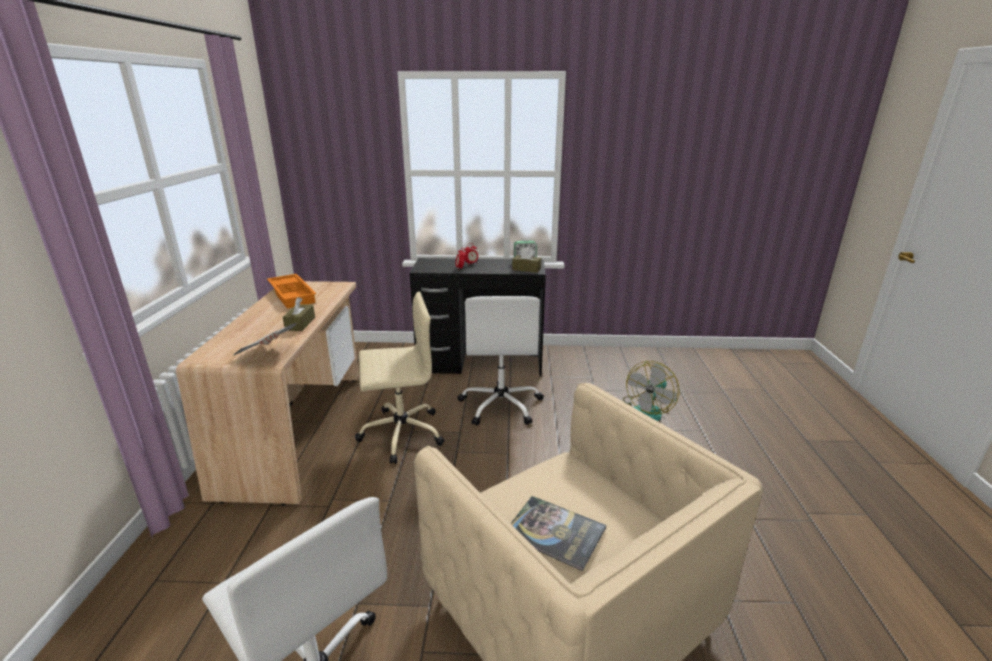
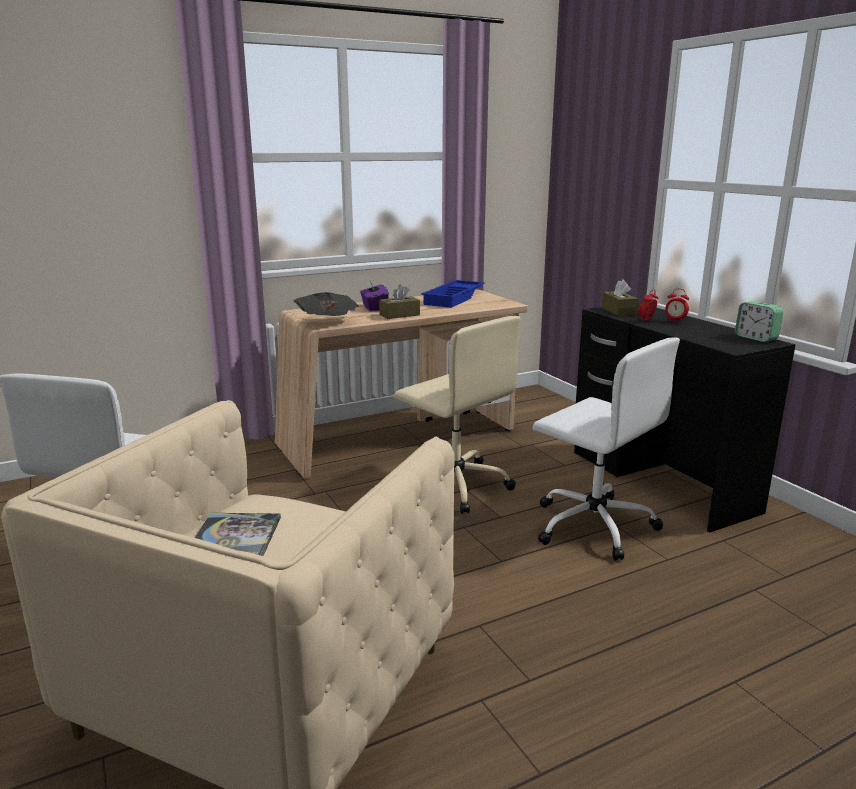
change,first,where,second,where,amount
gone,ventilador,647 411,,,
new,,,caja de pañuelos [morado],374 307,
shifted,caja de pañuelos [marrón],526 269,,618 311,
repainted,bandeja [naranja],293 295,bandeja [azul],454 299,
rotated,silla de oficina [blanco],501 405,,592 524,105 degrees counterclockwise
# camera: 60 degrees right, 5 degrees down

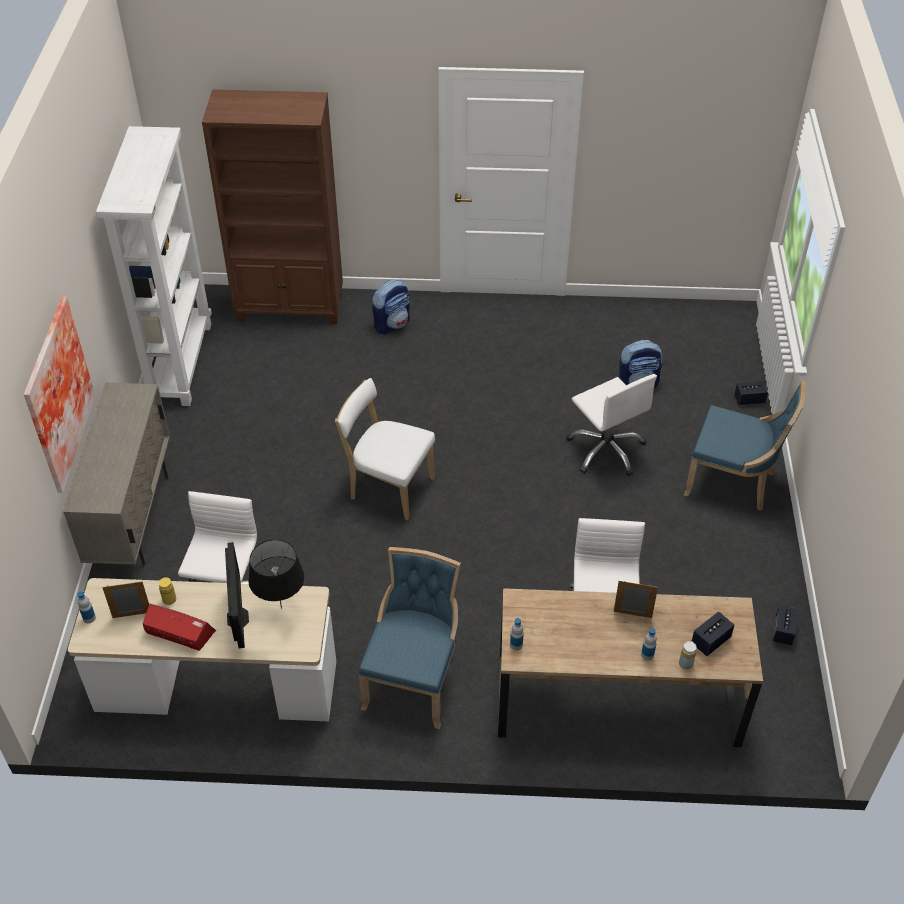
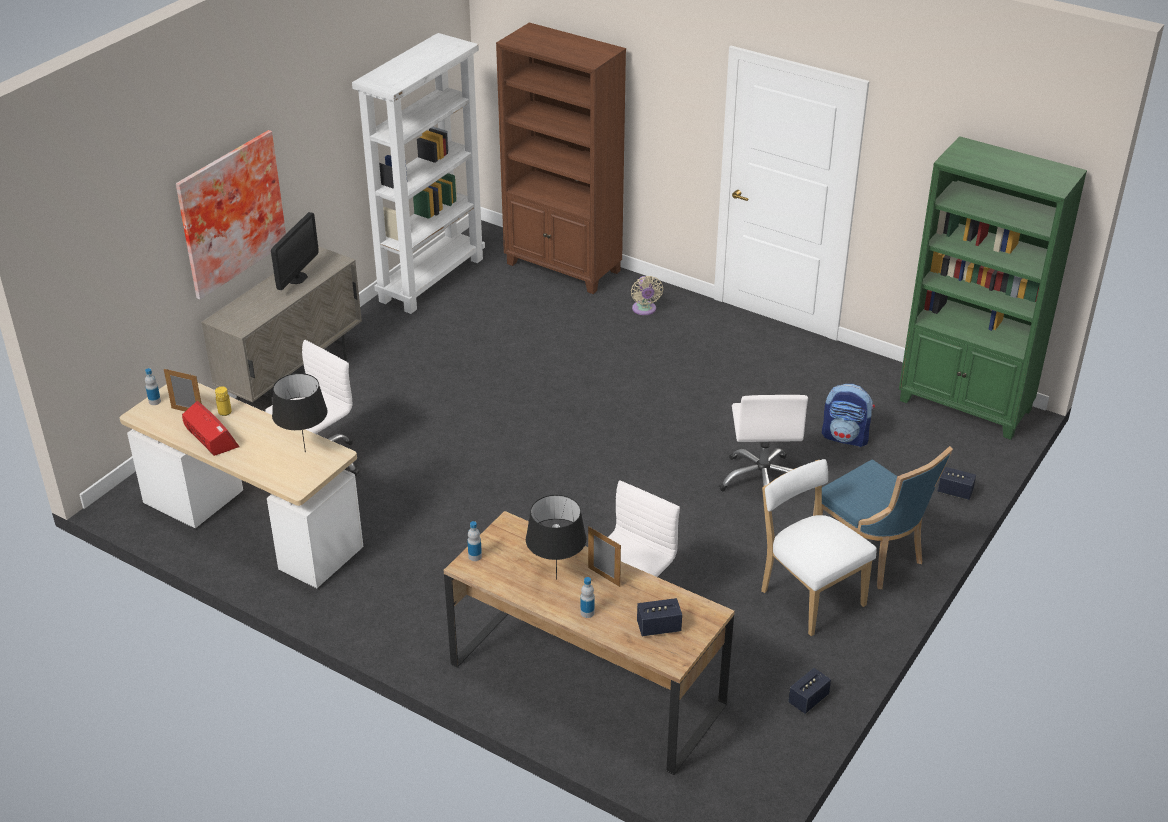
change,first,where,second,where,amount
gone,silla [azul],414 679,,,
gone,botella [amarillo],685 663,,,
new,,,lámpara de mesa [negro],556 579,
new,,,estantería [verde],965 406,
shifted,monitor,237 618,,297 278,
shifted,silla [blanco],388 487,,809 595,
swapped,mochila,392 324,ventilador [beis],644 310,
# camera: 30 degrees right, 10 degrees down

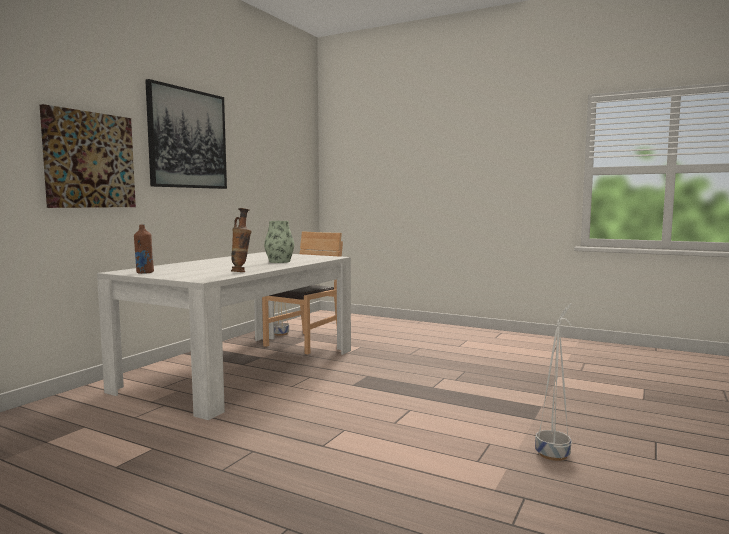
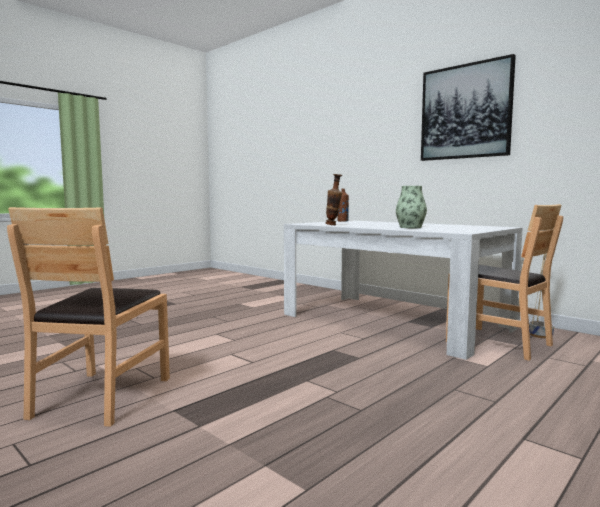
change,first,where,second,where,amount
gone,cuadro,89 160,,,
swapped,maceta [blanco],553 454,silla [marrón],102 396,
# camera: 105 degrees right, 0 degrees up

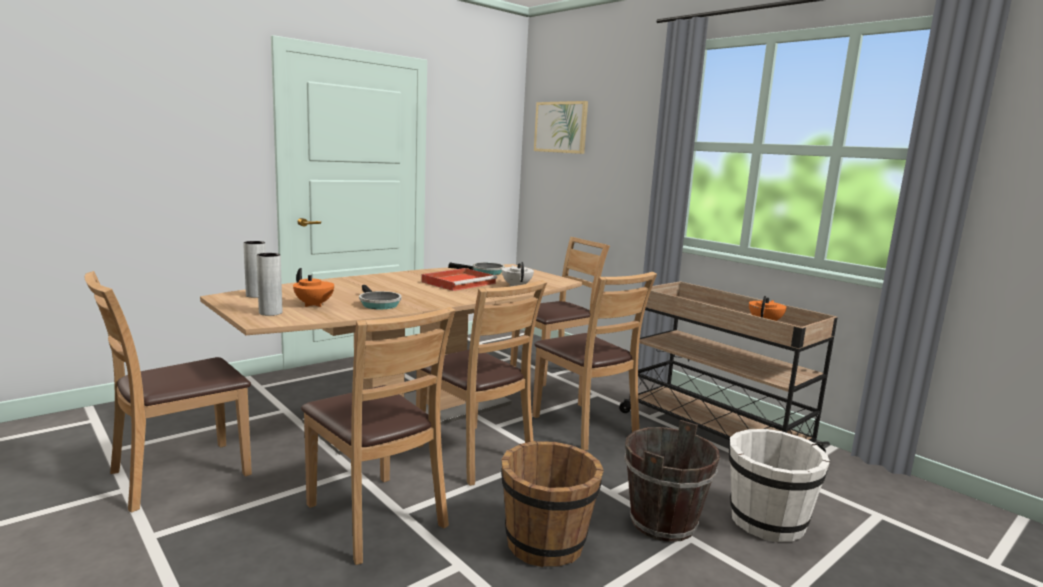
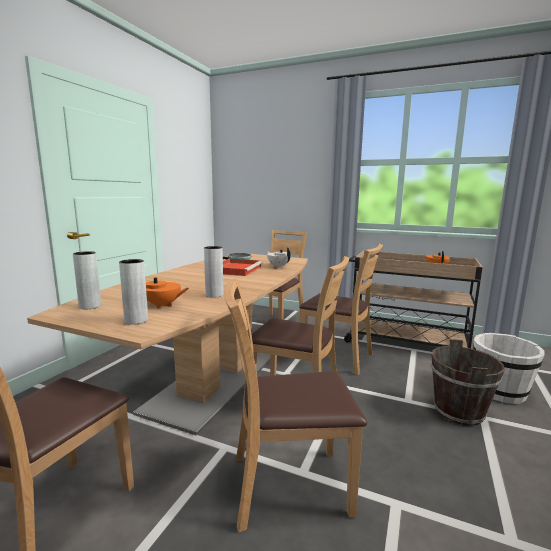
change,first,where,second,where,amount
gone,cubo [marrón],546 543,,,
gone,cuadro,561 127,,,
swapped,sartén,378 304,florero [gris],214 295,
rotated,silla [marrón],375 517,,288 485,150 degrees clockwise
# camera: 25 degrees left, 0 degrees up

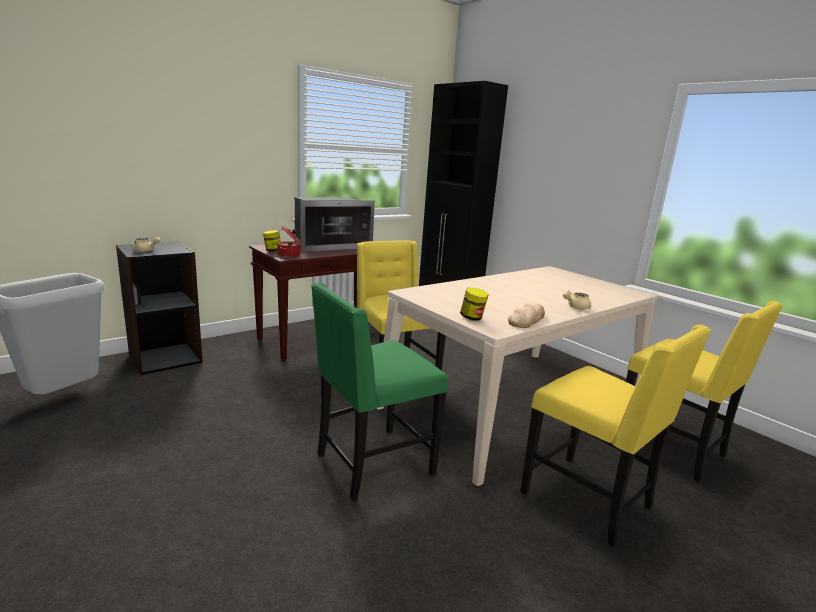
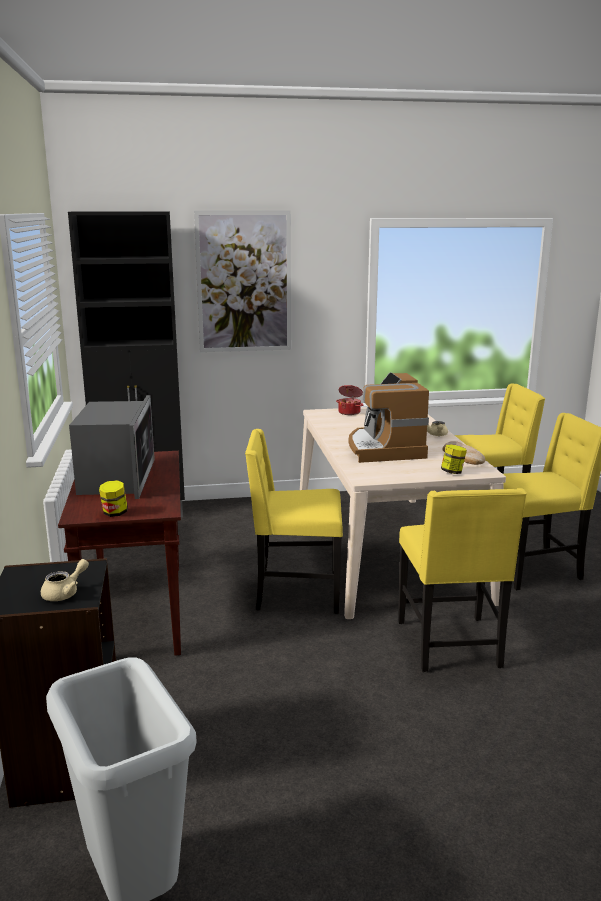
change,first,where,second,where,amount
new,,,cuadro,244 282,
new,,,cafetera,384 449,
shifted,olla,290 255,,349 412,
repainted,silla [verde],372 464,silla [amarillo],451 645,
# camera: 60 degrees left, 0 degrees up

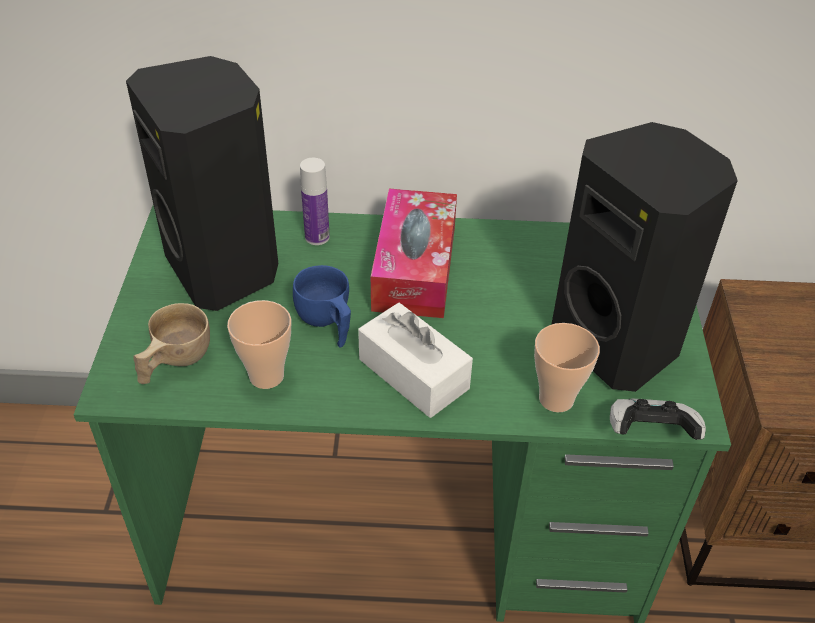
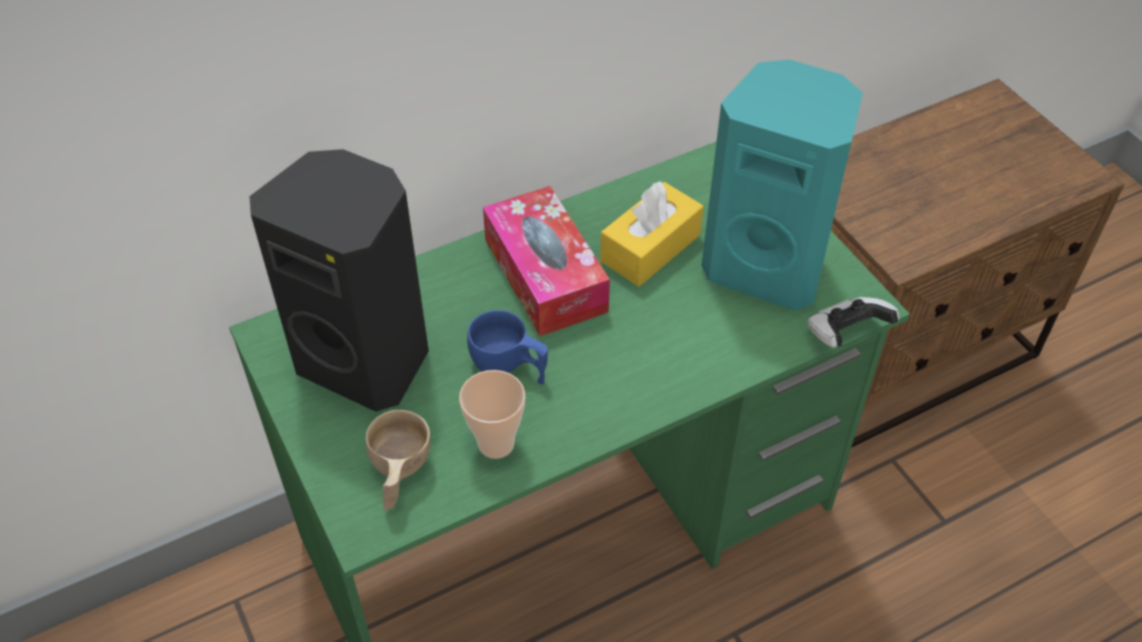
change,first,where,second,where,amount
gone,botella,317 237,,,
gone,caja de pañuelos [blanco],413 374,,,
gone,taza,556 399,,,
new,,,caja de pañuelos [amarillo],650 248,
repainted,altavoz [negro],618 342,altavoz [turquesa],767 266,
# camera: 30 degrees left, 5 degrees up

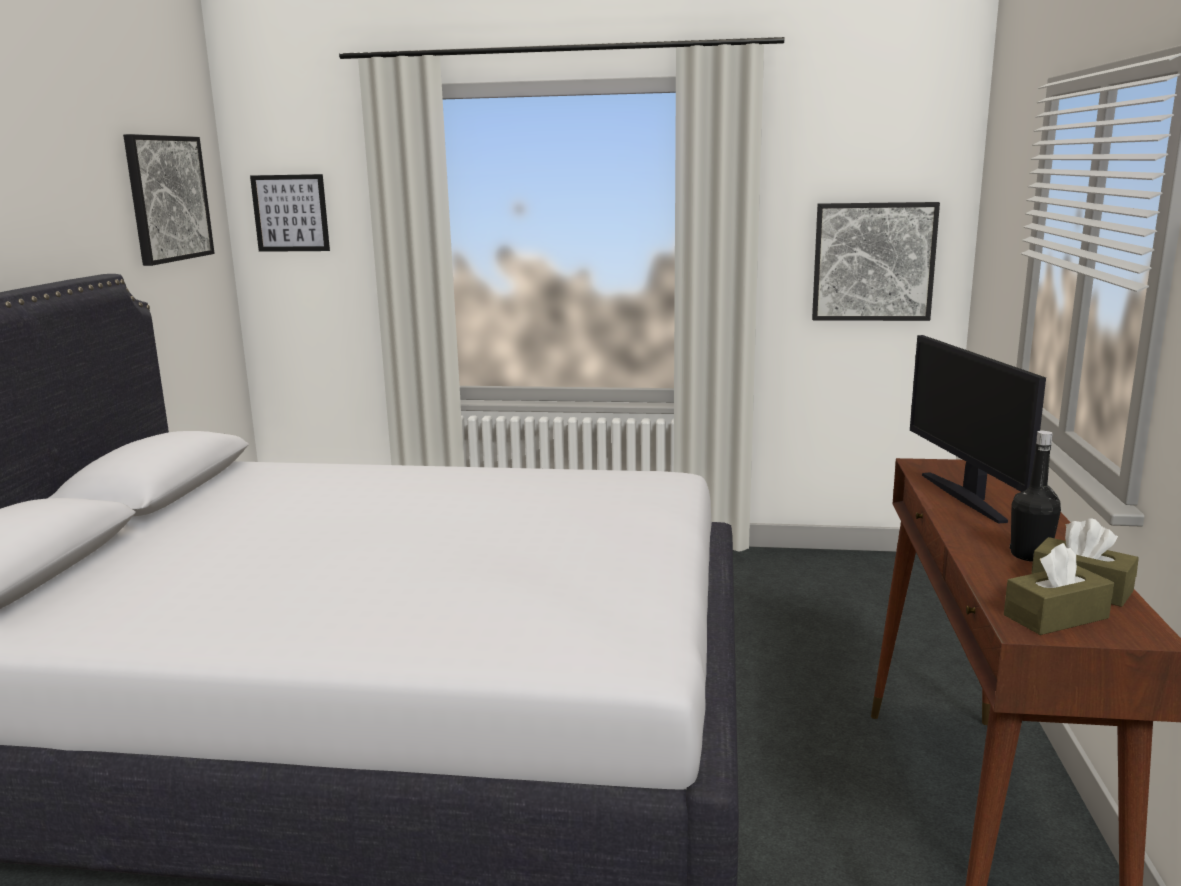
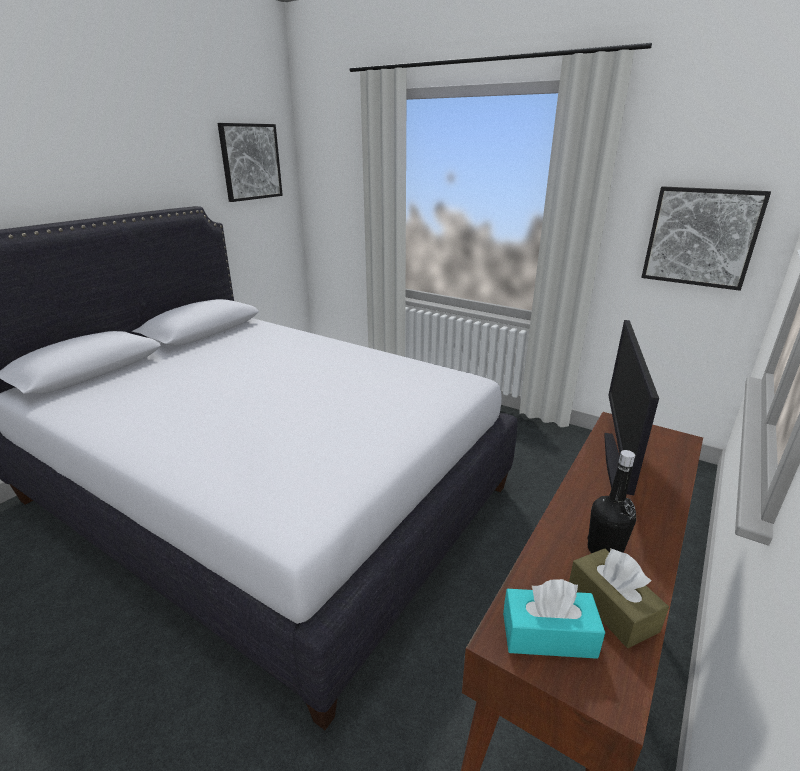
change,first,where,second,where,amount
gone,cuadro,290 213,,,
repainted,caja de pañuelos [marrón],1055 616,caja de pañuelos [turquesa],548 635,
# camera: 25 degrees right, 10 degrees up

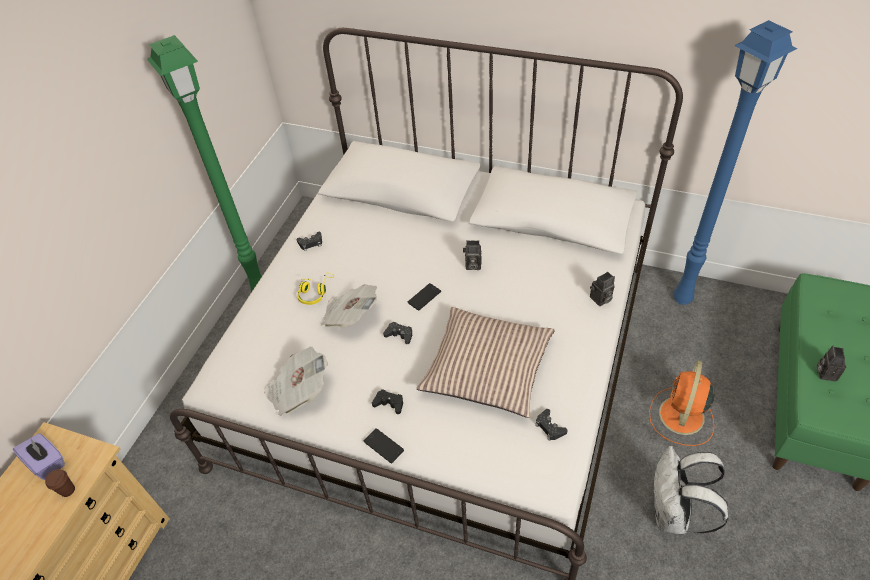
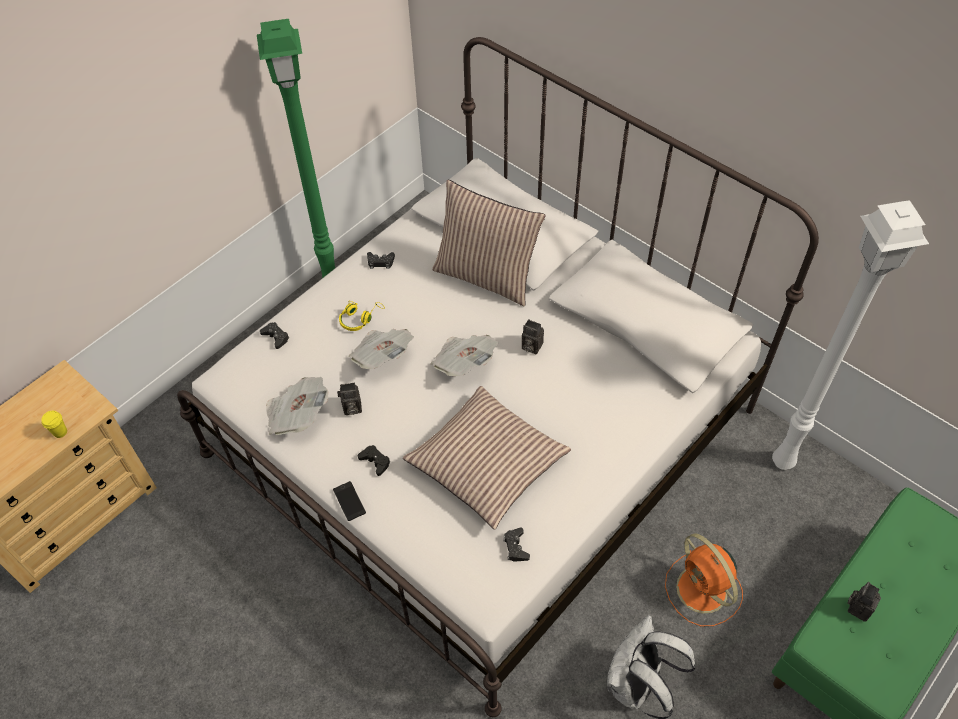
change,first,where,second,where,amount
gone,caja de pañuelos [morado],47 462,,,
new,,,cojín,486 276,
shifted,mando de consola [negro],399 335,,276 337,
shifted,cámara,600 299,,351 408,
swapped,móvil,424 297,periódico,464 363,
repainted,taza [marrón],68 490,taza [amarillo],60 432,
repainted,lámpara de pie [azul],684 299,lámpara de pie [blanco],785 462,
rotated,ventilador [naranja],681 417,,703 591,75 degrees counterclockwise
# camera: 20 degrees right, 5 degrees up

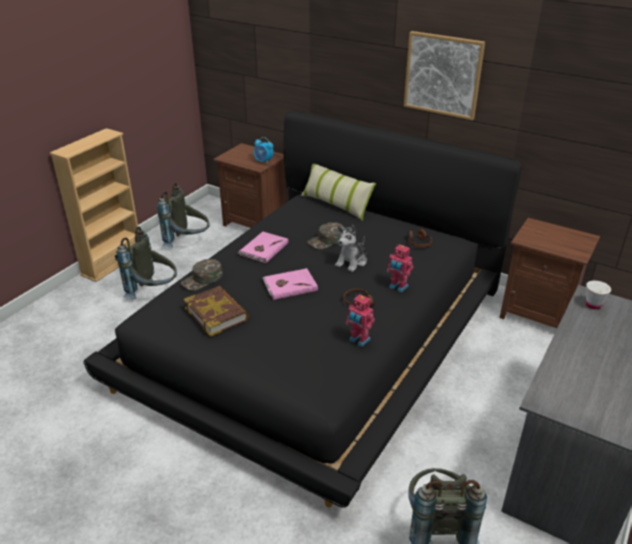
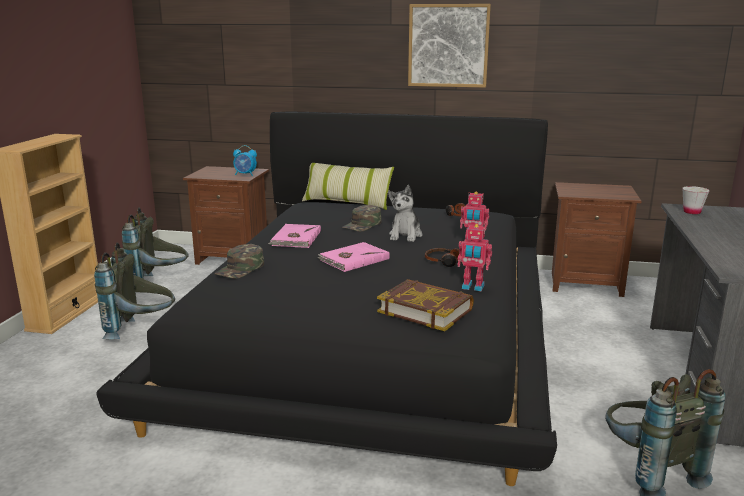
change,first,where,second,where,amount
shifted,libro,216 314,,425 310,
# camera: 20 degrees left, 15 degrees down

